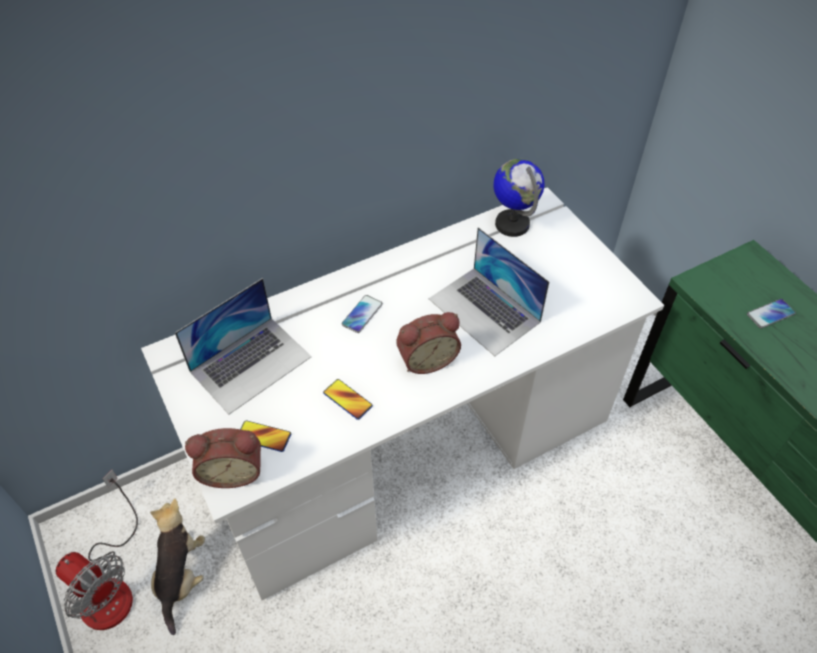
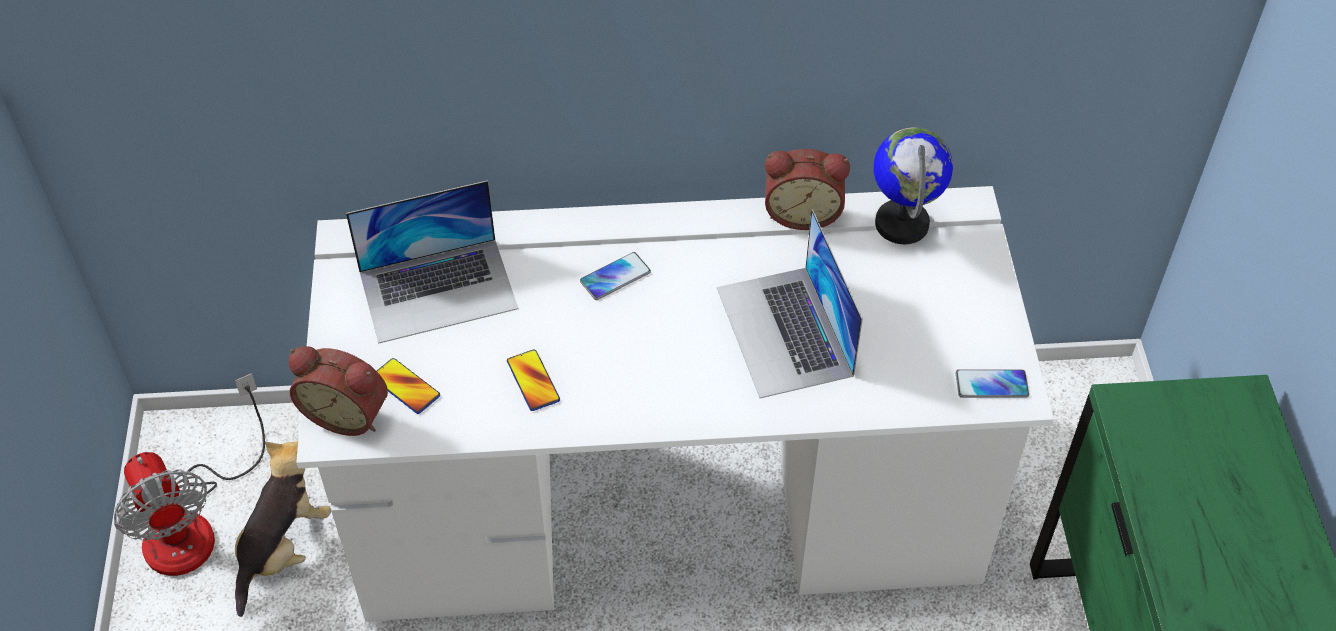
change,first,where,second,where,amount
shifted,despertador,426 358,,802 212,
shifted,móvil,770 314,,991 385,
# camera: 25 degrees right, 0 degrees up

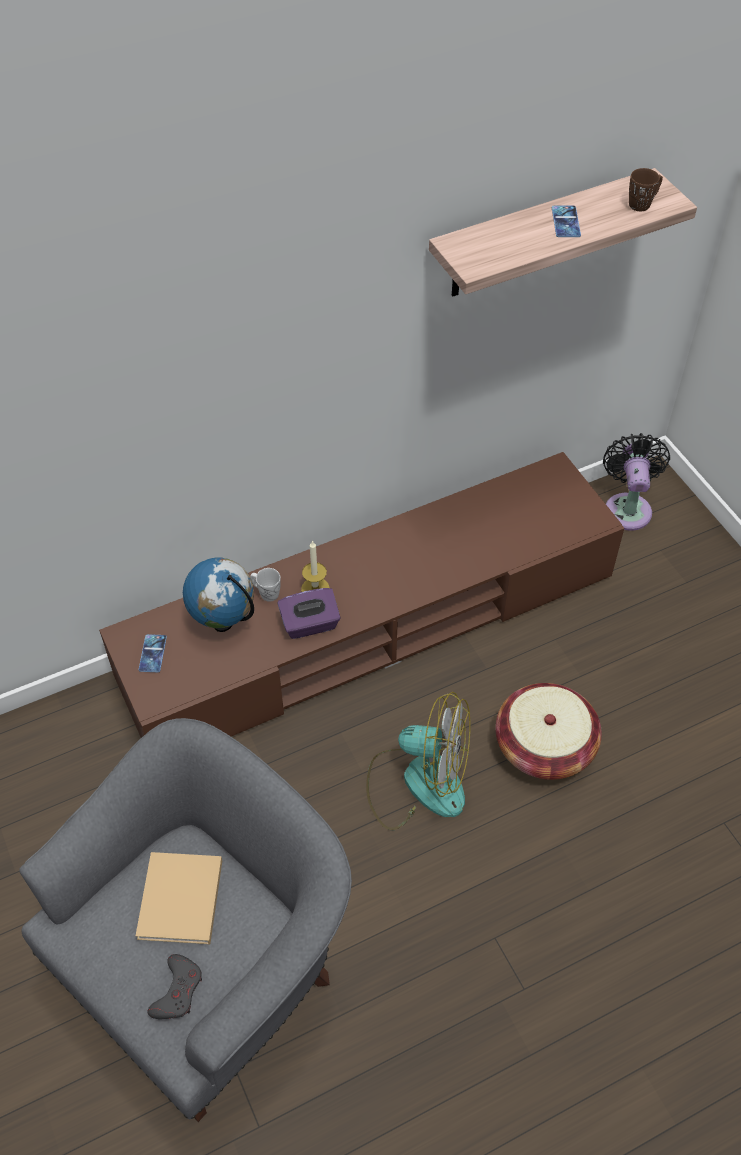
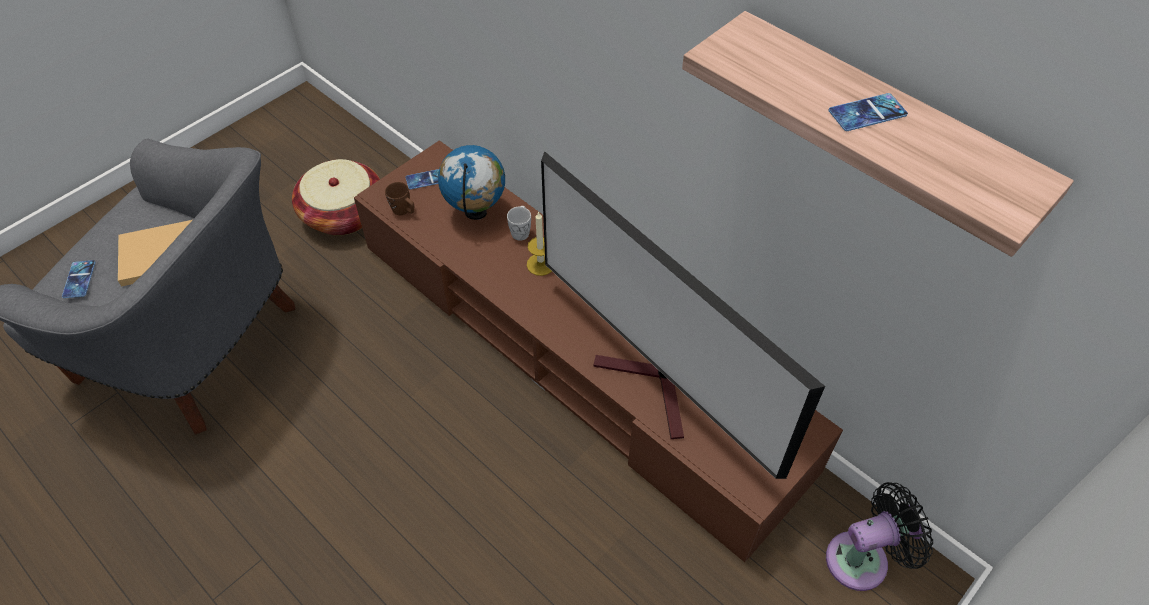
change,first,where,second,where,amount
gone,caja de pañuelos [morado],310 624,,,
gone,ventilador,418 782,,,
new,,,televisor,655 387,
shifted,cesta,544 746,,343 214,
shifted,taza grande [marrón],643 203,,404 211,
swapped,mando de consola [gris],177 990,móvil,79 279,
# camera: 70 degrees right, 0 degrees up

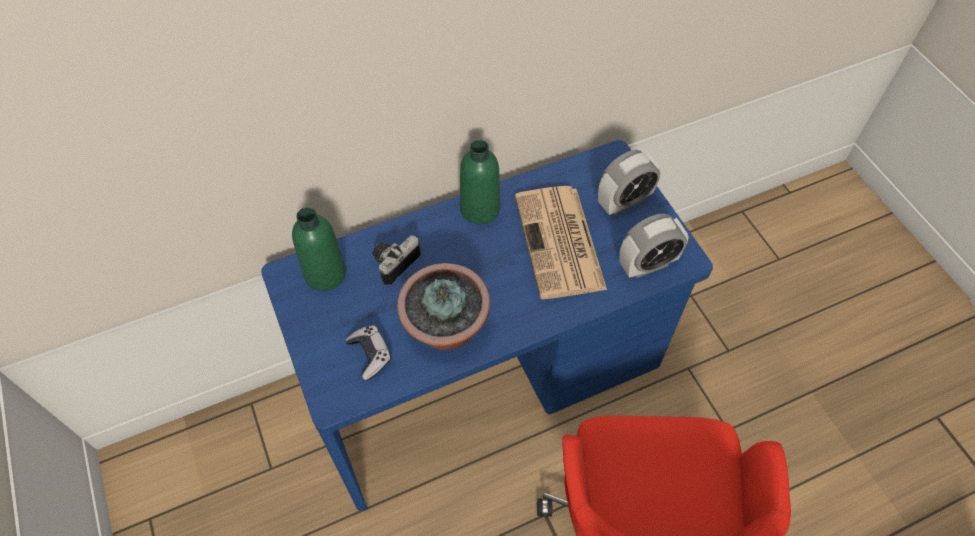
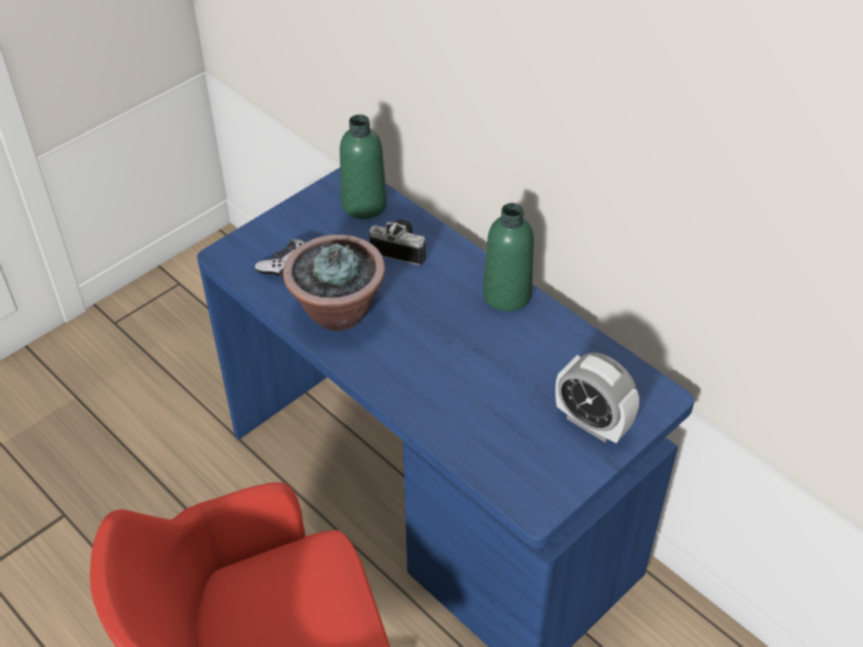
change,first,where,second,where,amount
gone,periódico,560 243,,,
gone,despertador,647 265,,,
# camera: 70 degrees right, 10 degrees down

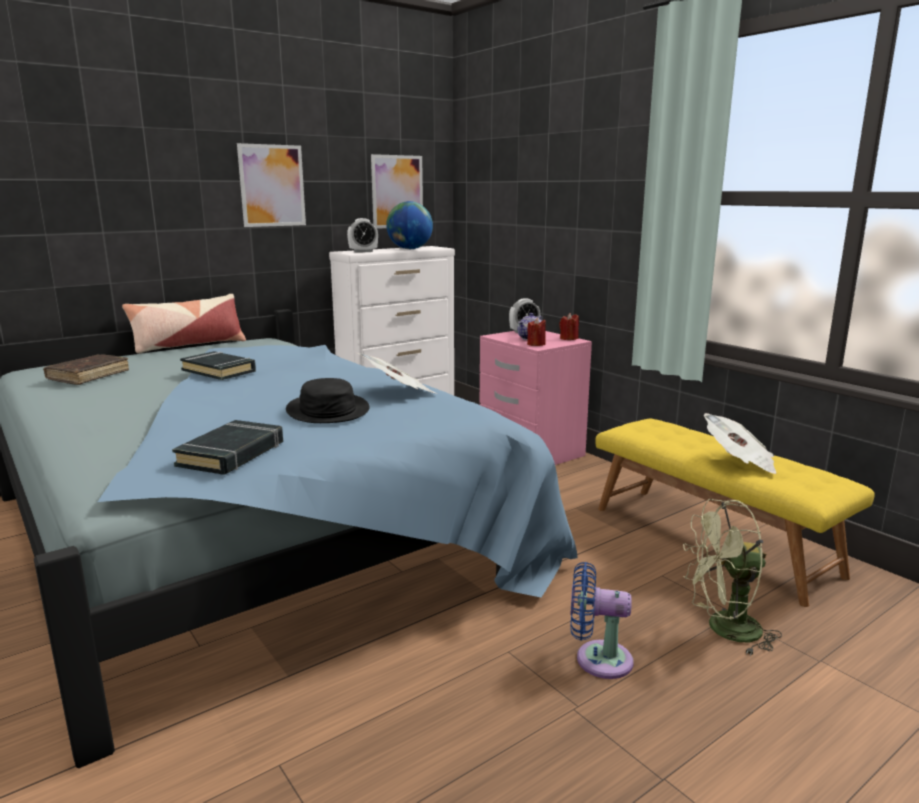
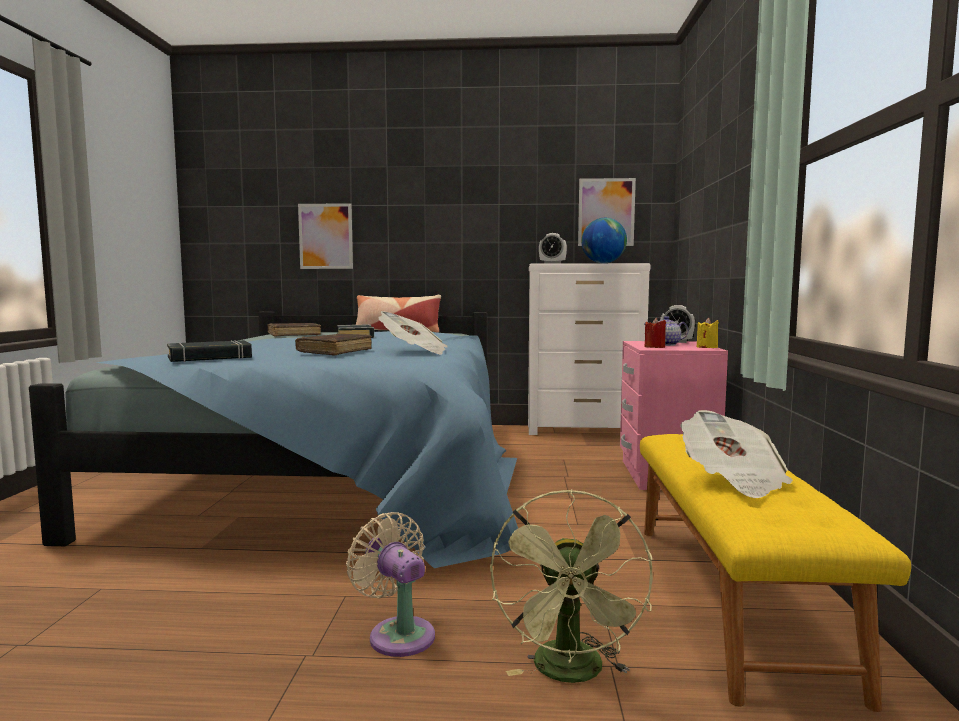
change,first,where,second,where,amount
shifted,cuadro,272 185,,325 236,
swapped,sombrero [negro],327 410,libro [marrón],335 352,
repainted,vela [rojo],568 338,vela [amarillo],707 347,
repainted,ventilador [azul],597 659,ventilador [beis],398 634,
rotated,ventilador [verde],724 630,,571 673,120 degrees counterclockwise
# camera: 40 degrees right, 10 degrees down

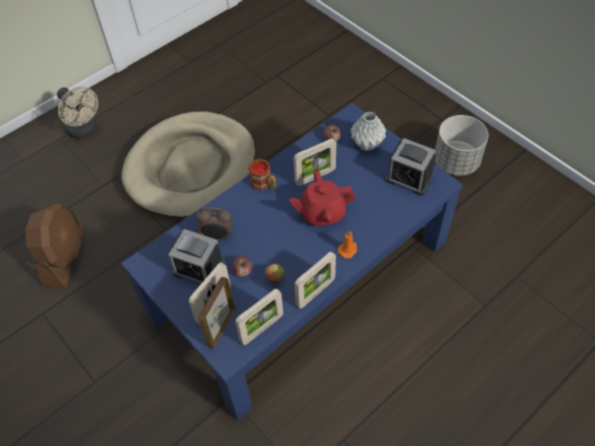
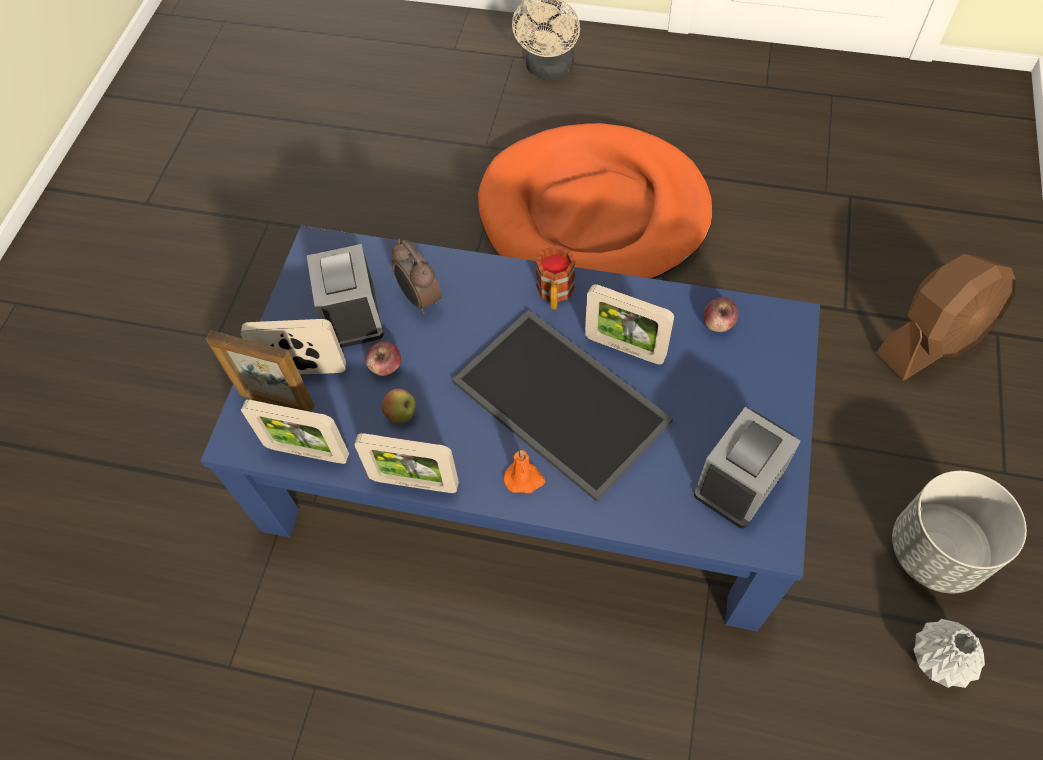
change,first,where,second,where,amount
shifted,ventilador [marrón],64 257,,932 340,
shifted,florero [gris],366 144,,936 659,
swapped,tetera [rojo],322 213,bandeja,564 401,
repainted,cama para perro [beis],191 168,cama para perro [naranja],593 214,
rotated,portarretratos,221 328,,277 401,150 degrees counterclockwise
rotated,despertador,409 178,,739 482,135 degrees counterclockwise
# camera: 55 degrees right, 5 degrees up

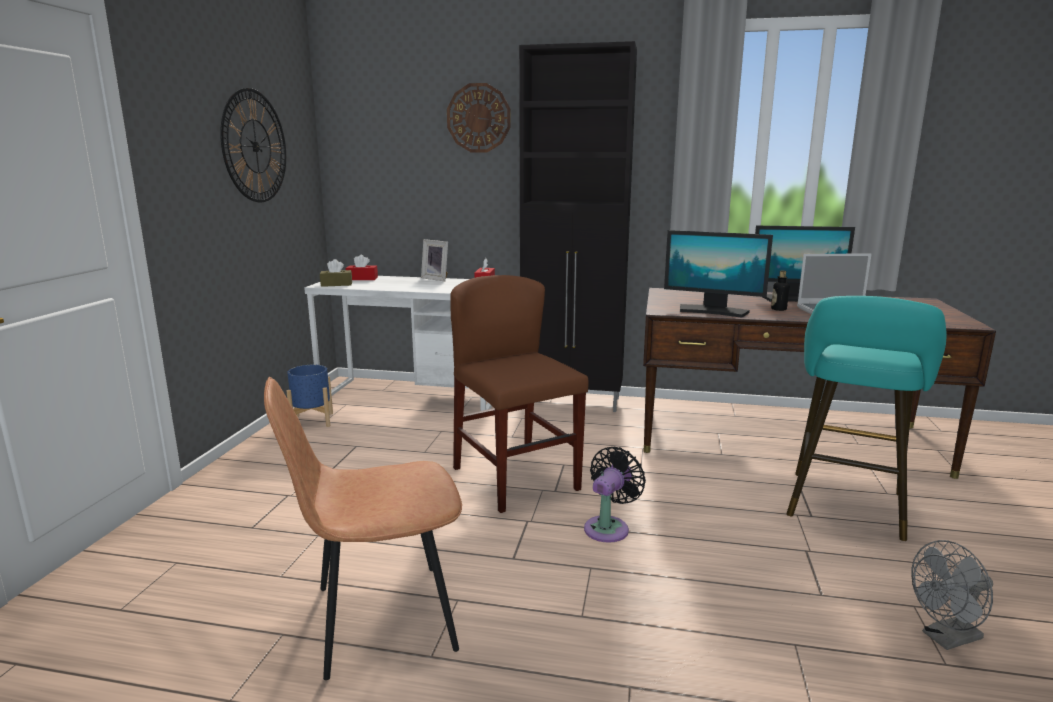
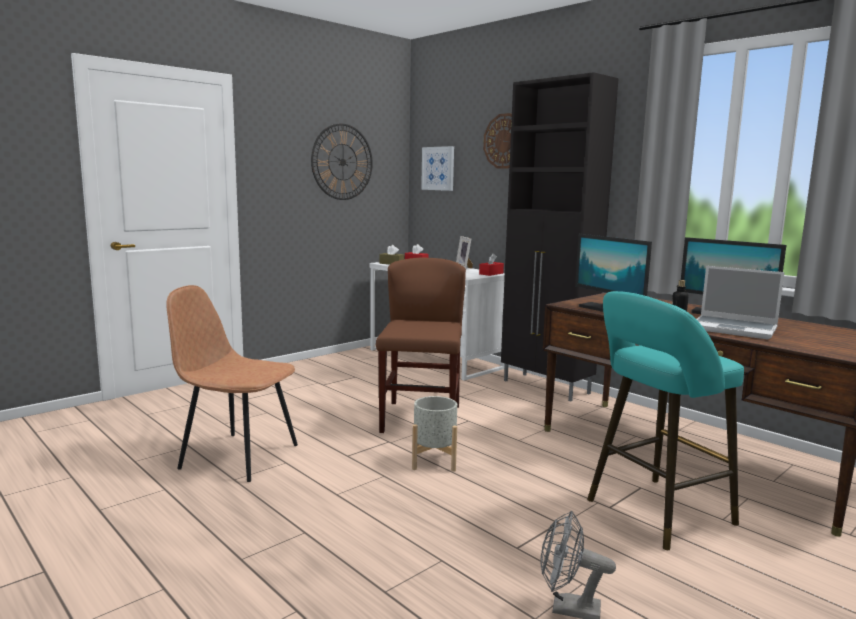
change,first,where,second,where,amount
gone,maceta [azul],312 420,,,
new,,,cuadro,438 168,
swapped,ventilador [negro],609 527,maceta [gris],434 461,
# camera: 35 degrees right, 5 degrees down

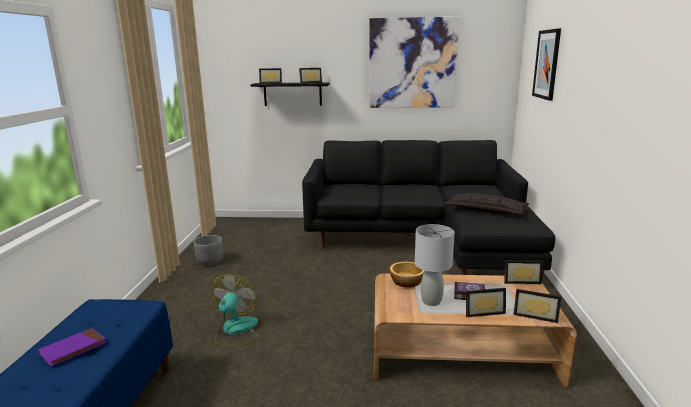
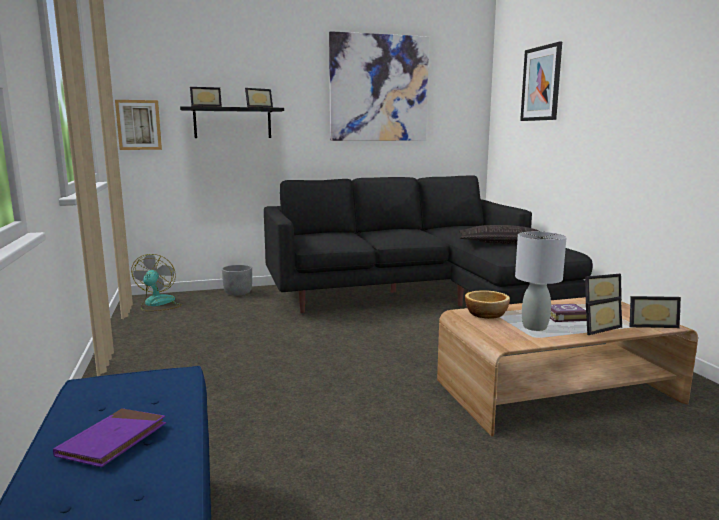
change,first,where,second,where,amount
new,,,cuadro,139 125,
shifted,maceta [gris],210 262,,238 293,
shifted,ventilador,236 331,,158 304,
# camera: 20 degrees left, 5 degrees down

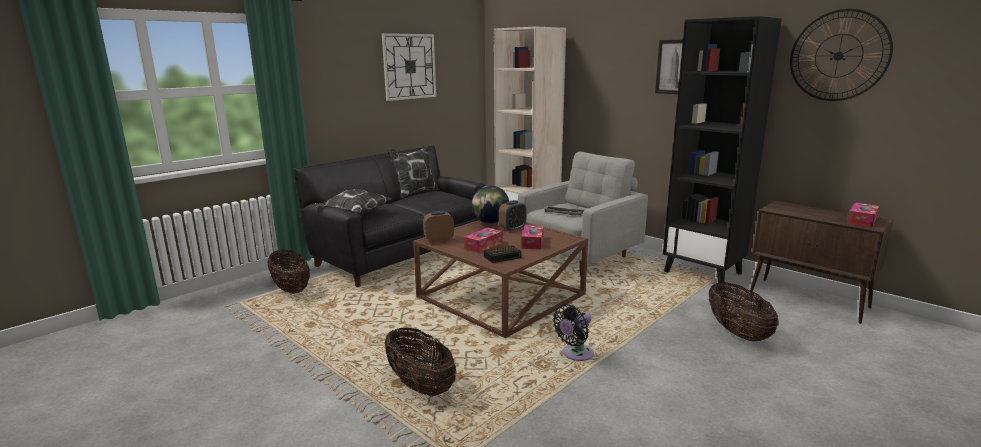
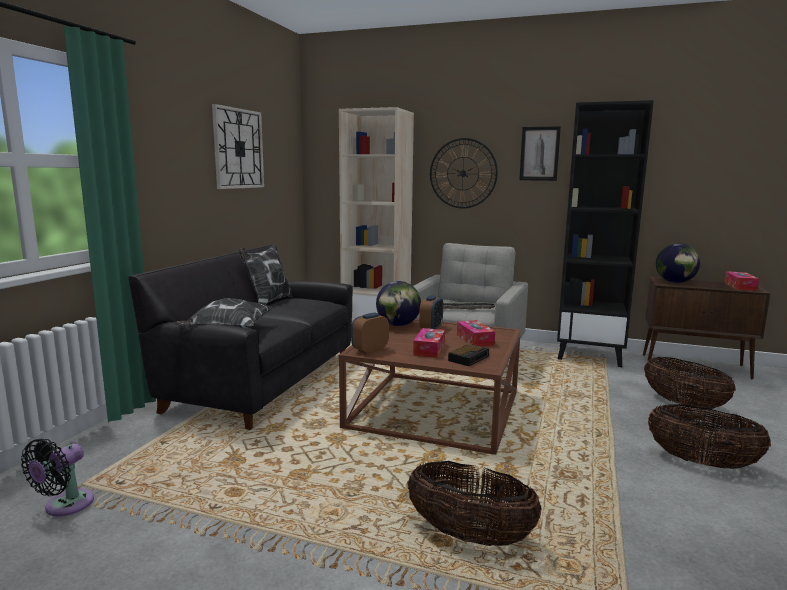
change,first,where,second,where,amount
new,,,globo terráqueo,675 282,
shifted,cesta,291 289,,701 462,
shifted,ventilador [negro],575 354,,65 506,
shifted,reloj de pared,838 56,,463 173,
# camera: 25 degrees left, 5 degrees down

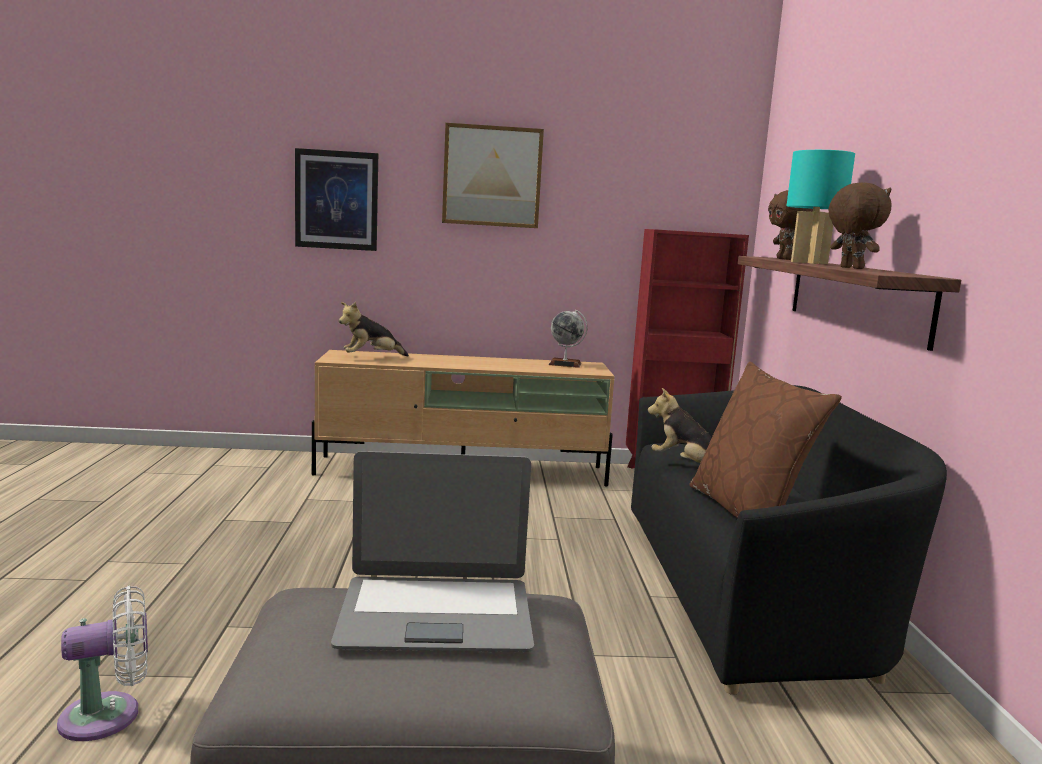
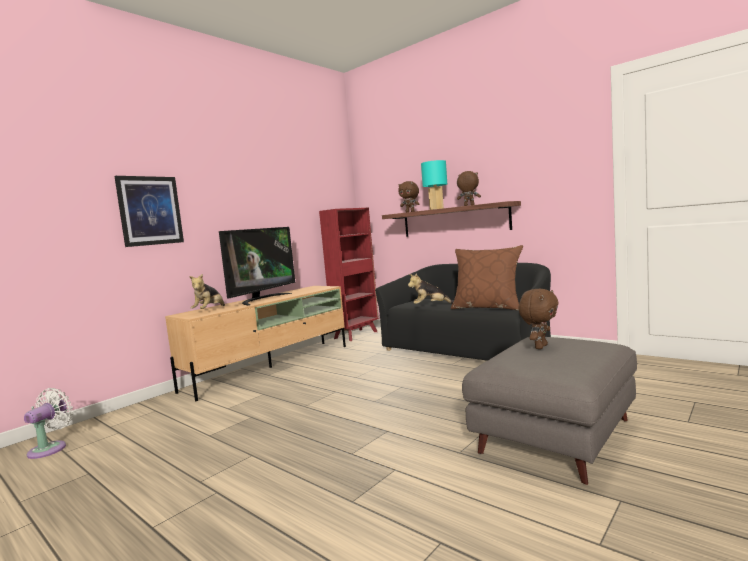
change,first,where,second,where,amount
gone,cuadro,492 176,,,
gone,globo terráqueo,565 364,,,
new,,,televisor,262 299,
shifted,ventilador [blanco],109 715,,51 448,
swapped,portátil,436 615,peluche [marrón],540 347,
# camera: 45 degrees left, 5 degrees down

